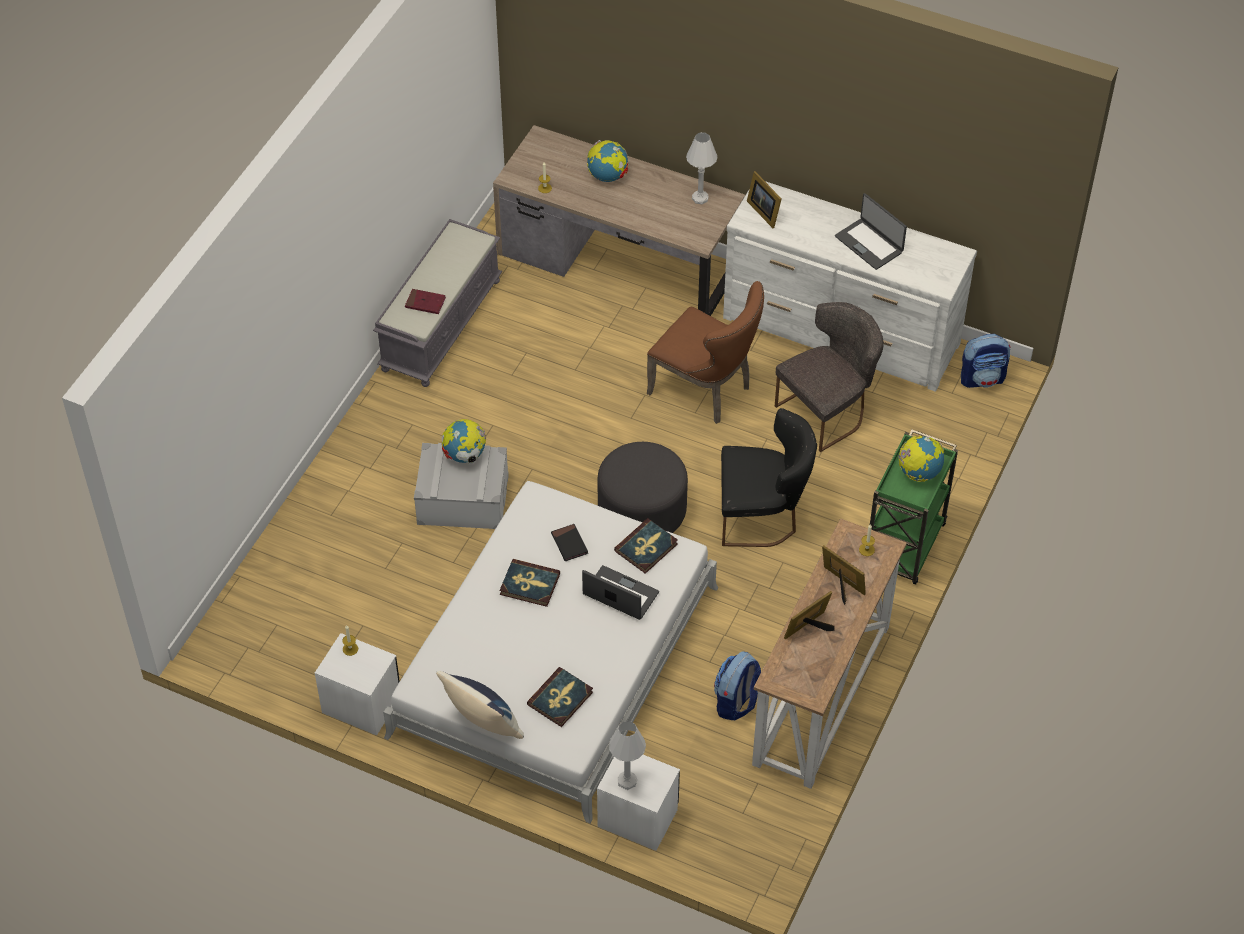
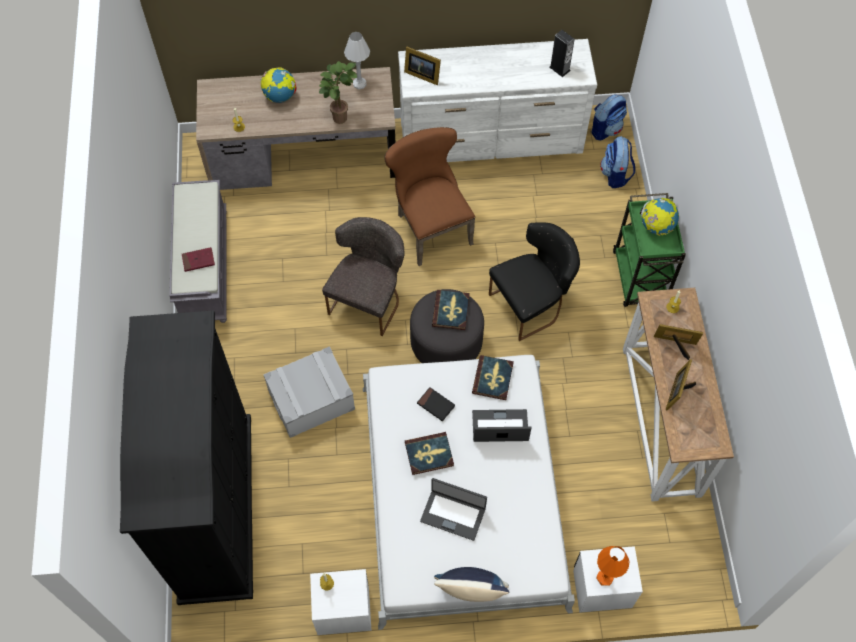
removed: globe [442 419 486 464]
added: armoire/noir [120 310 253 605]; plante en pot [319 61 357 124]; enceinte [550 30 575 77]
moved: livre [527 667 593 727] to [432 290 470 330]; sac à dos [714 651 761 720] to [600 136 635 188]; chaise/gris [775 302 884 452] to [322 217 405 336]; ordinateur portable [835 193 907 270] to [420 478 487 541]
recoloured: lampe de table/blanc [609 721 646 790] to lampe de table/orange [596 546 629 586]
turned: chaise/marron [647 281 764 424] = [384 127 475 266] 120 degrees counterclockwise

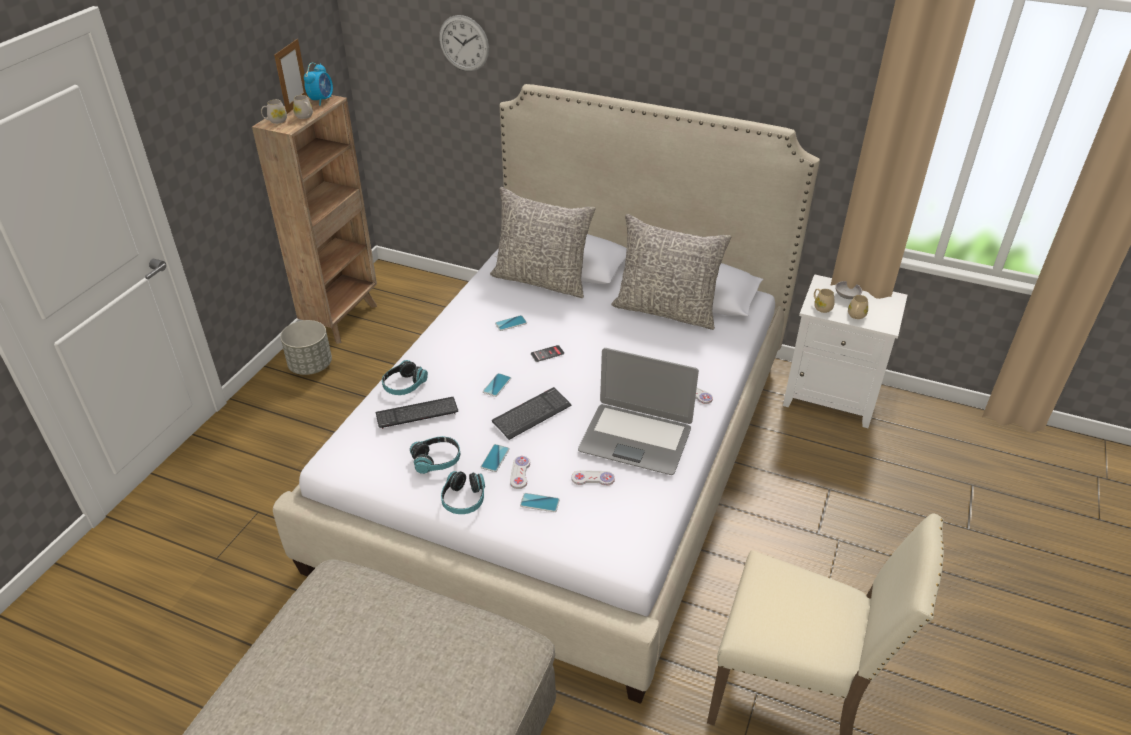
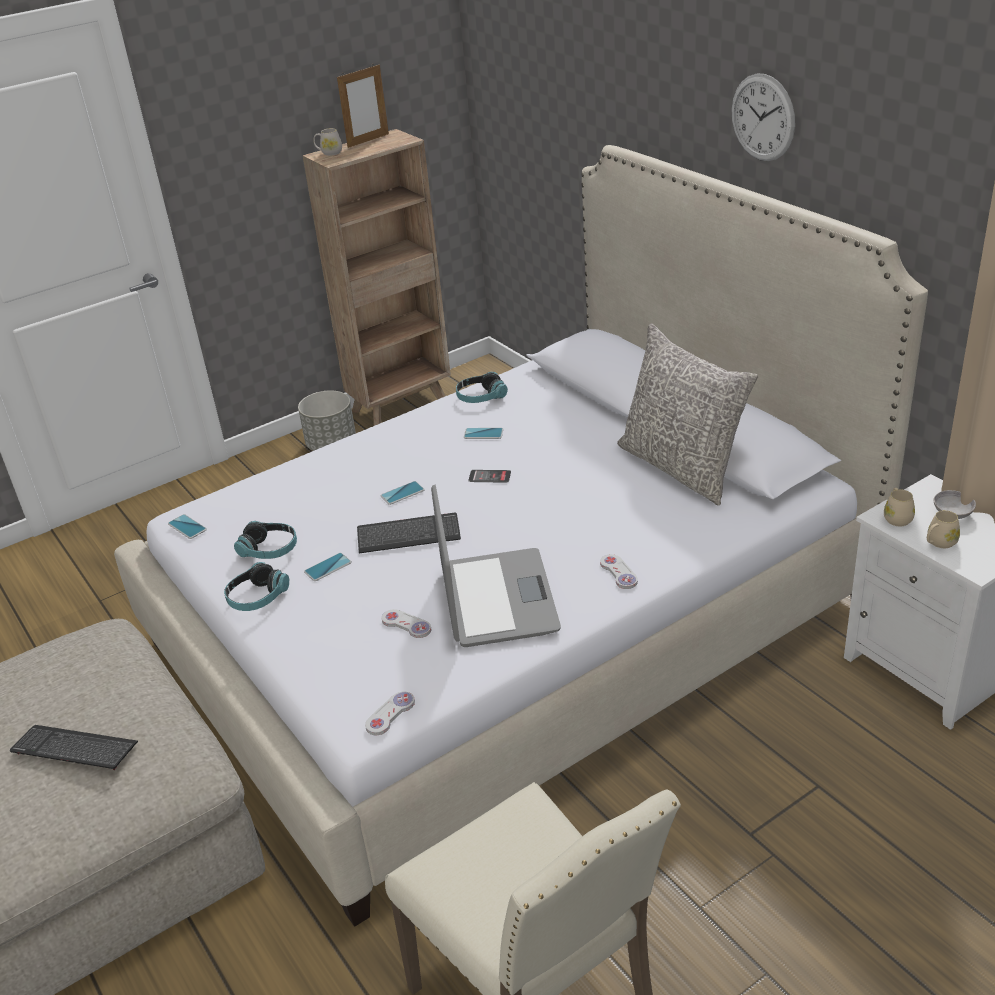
removed: mug/blanc [293 95 313 119]; réveil [304 63 333 106]; coussin/gris [490 187 596 298]
moved: clavier [375 397 458 429] to [10 725 138 770]; casque audio [382 360 428 395] to [456 372 508 403]; horloge murale [439 15 489 71] to [732 73 795 161]; manette/blanc [510 456 530 489] to [365 692 415 735]; téléphone [520 493 560 512] to [168 514 207 539]
turned: ordinateur portable [578 348 699 475] = [431 485 561 647] 150 degrees counterclockwise

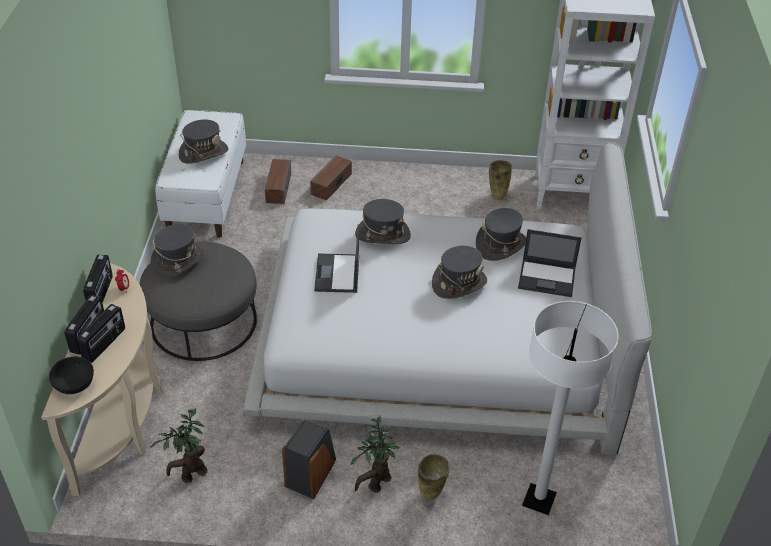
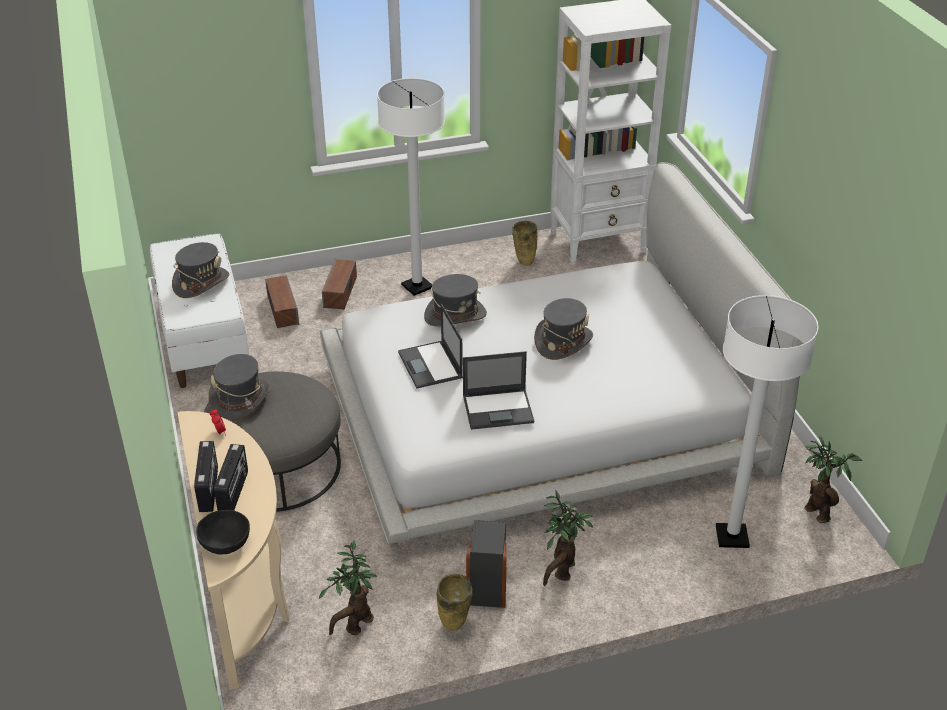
removed: radio [83 254 113 303]; chapeau/gris [476 208 526 261]
added: lampadaire/blanc [377 78 445 296]; plante en pot [805 436 862 523]
moved: vase/beige [417 454 449 500] to [436 574 473 631]; ordinateur portable [518 229 581 297] to [463 351 535 430]

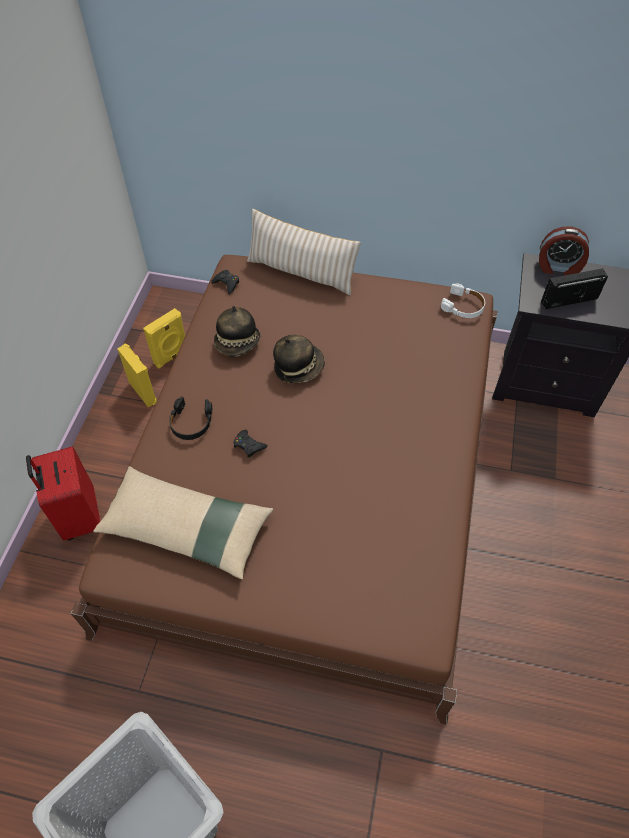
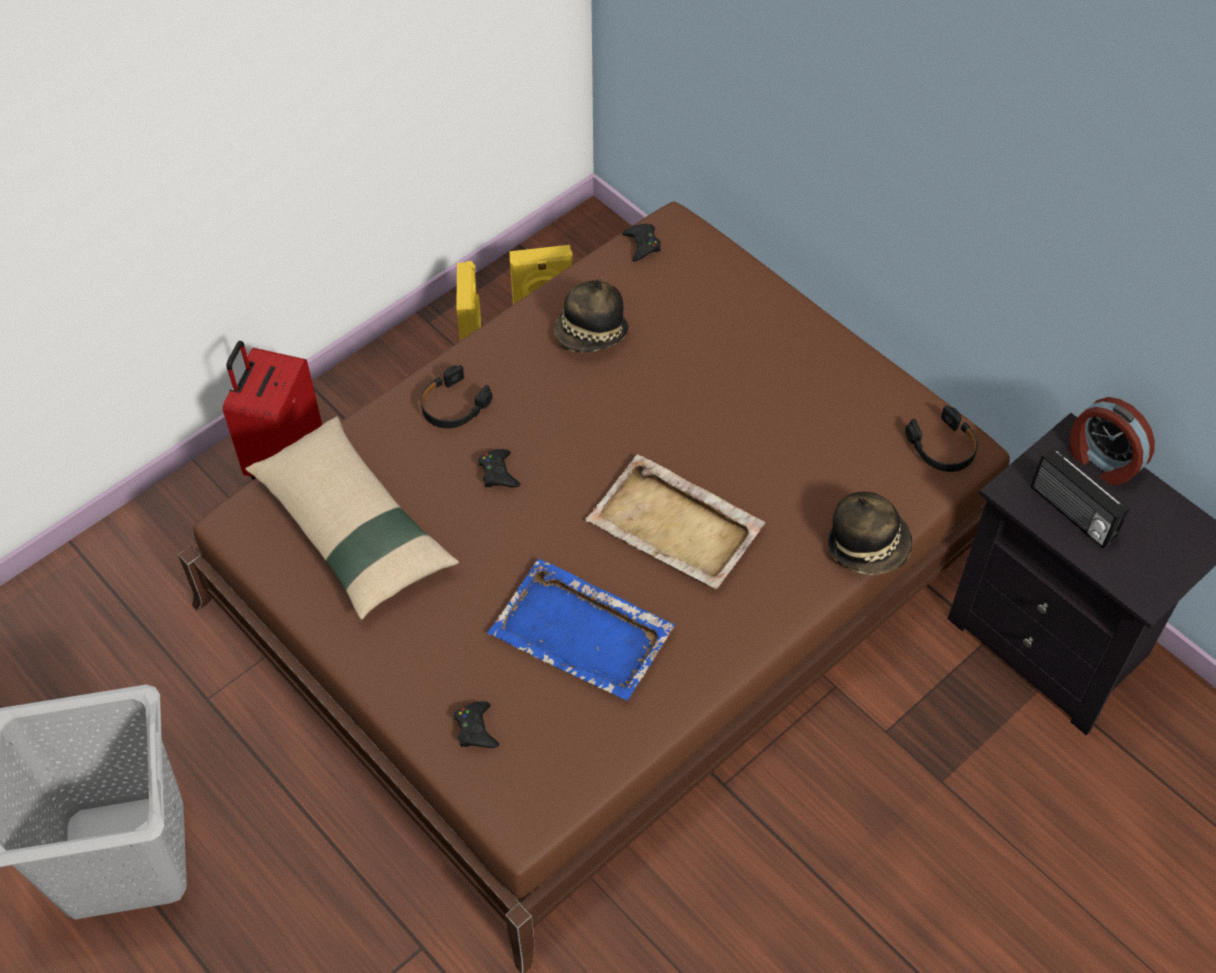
removed: coussin/beige [247 209 361 295]
added: manette/noir [454 701 499 748]; plateau/bleu [487 559 675 701]; plateau/beige [585 454 765 589]
moved: chapeau [273 335 325 383] to [828 492 912 575]
recoloured: casque audio/blanc [441 283 485 318] to casque audio/noir [905 405 978 472]
turned: radio [541 268 608 309] = [1031 447 1129 549] 150 degrees counterclockwise

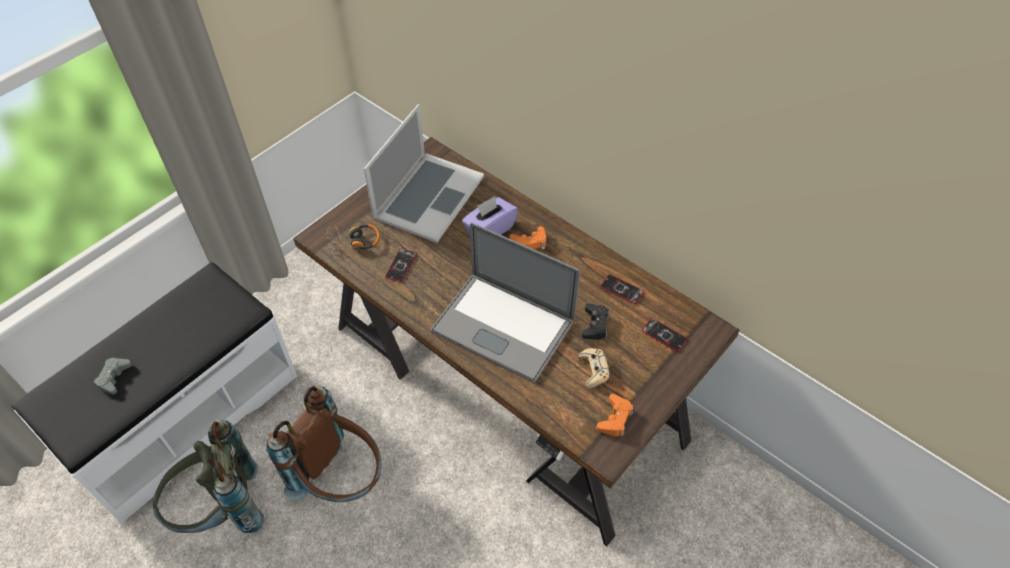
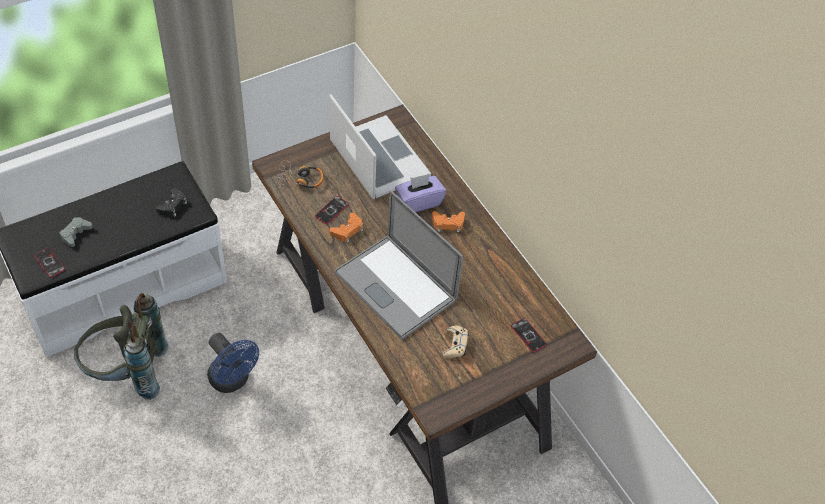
moved: manette/noir [582 303 609 340] to [156 188 187 217]; manette/orange [596 394 634 436] to [330 212 363 243]; téléphone [600 274 644 304] to [34 248 65 277]
replaced: sac à dos/marron [266 385 381 502] to ventilateur/bleu [207 333 259 393]
turned: ordinateur portable [364 104 484 243] = [329 94 431 199] 75 degrees counterclockwise

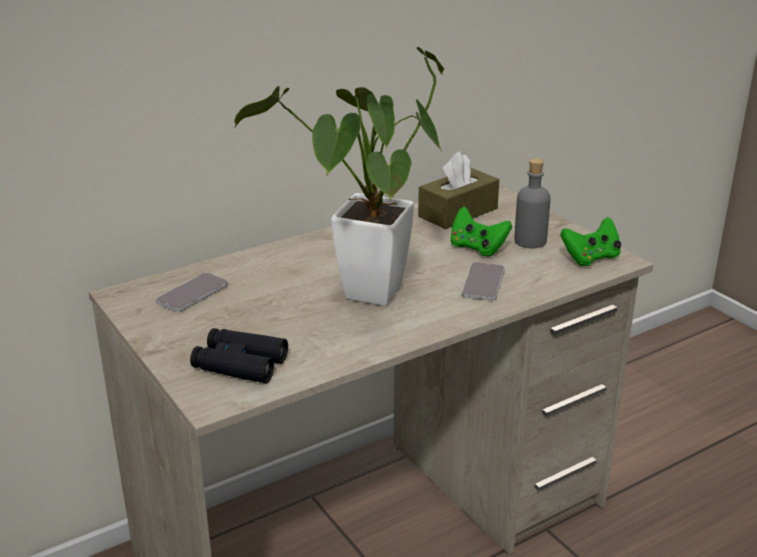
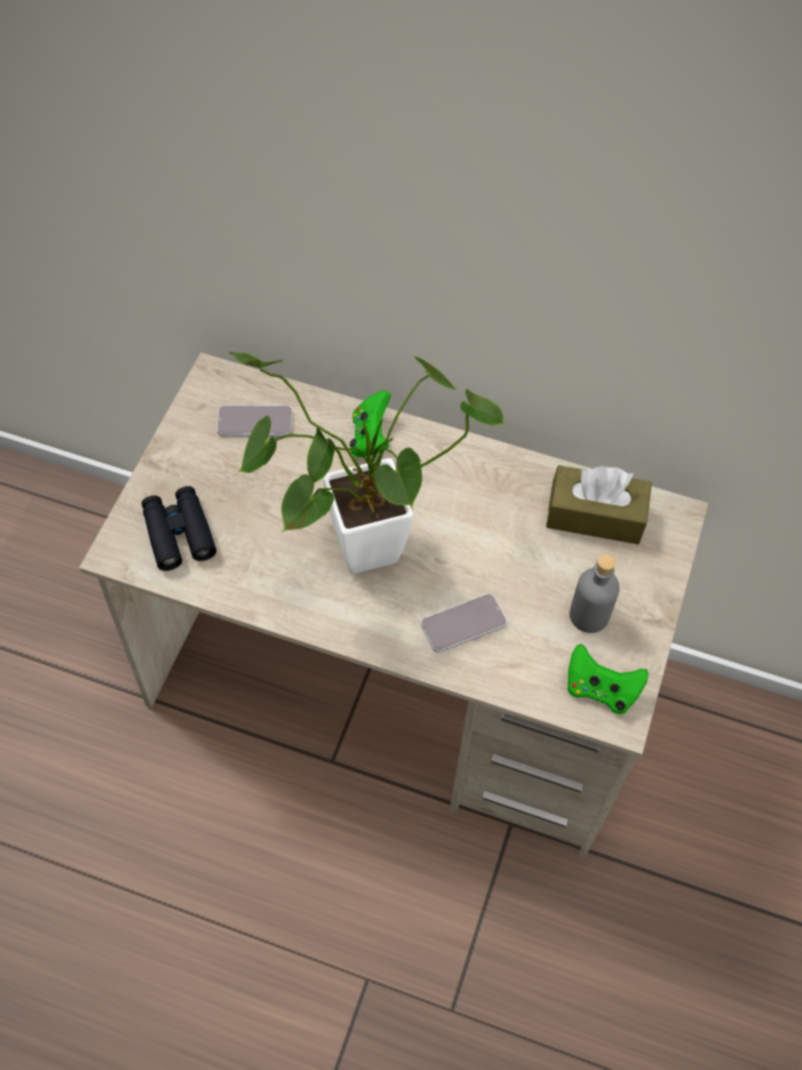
moved: manette/vert [450 207 512 257] to [350 390 391 457]

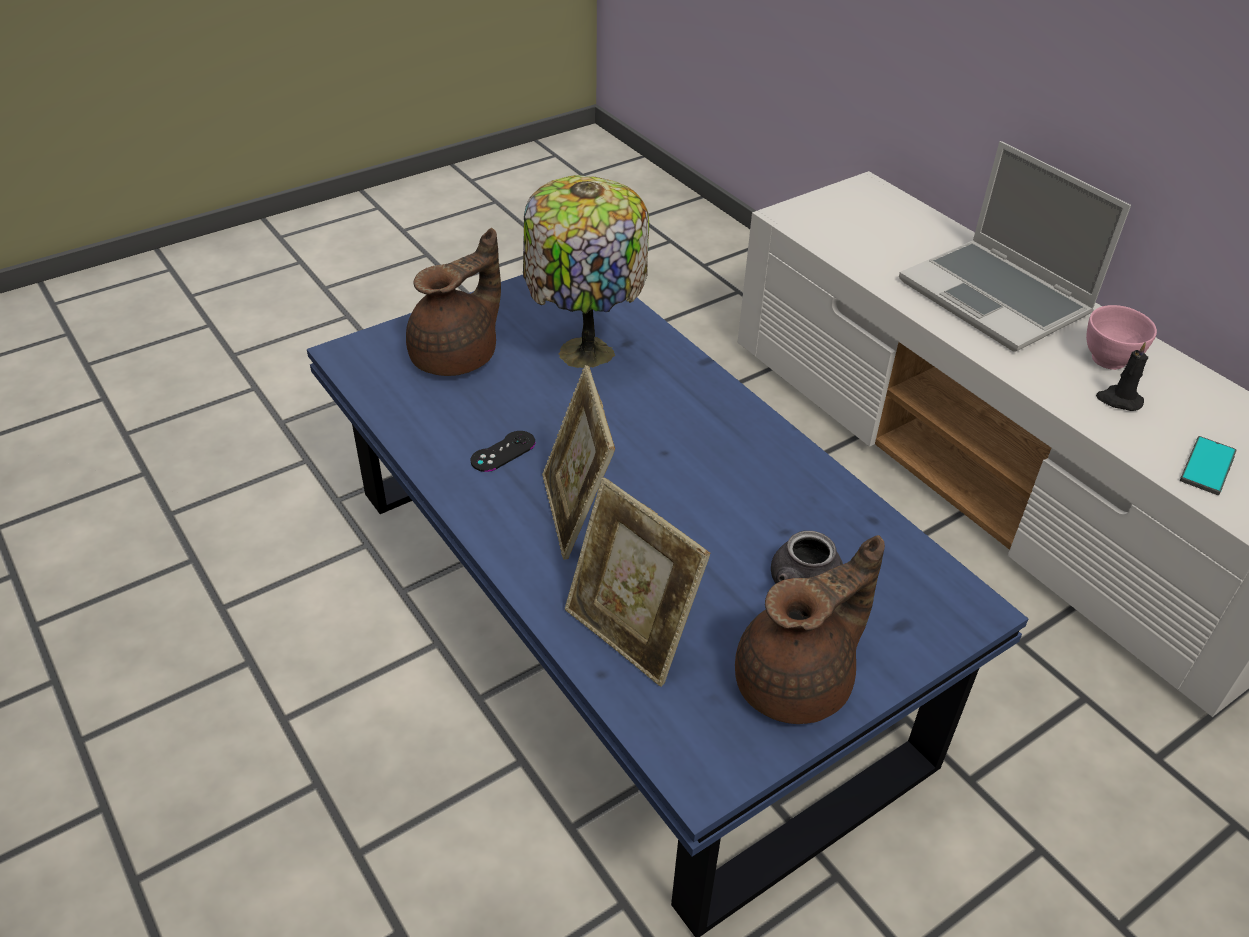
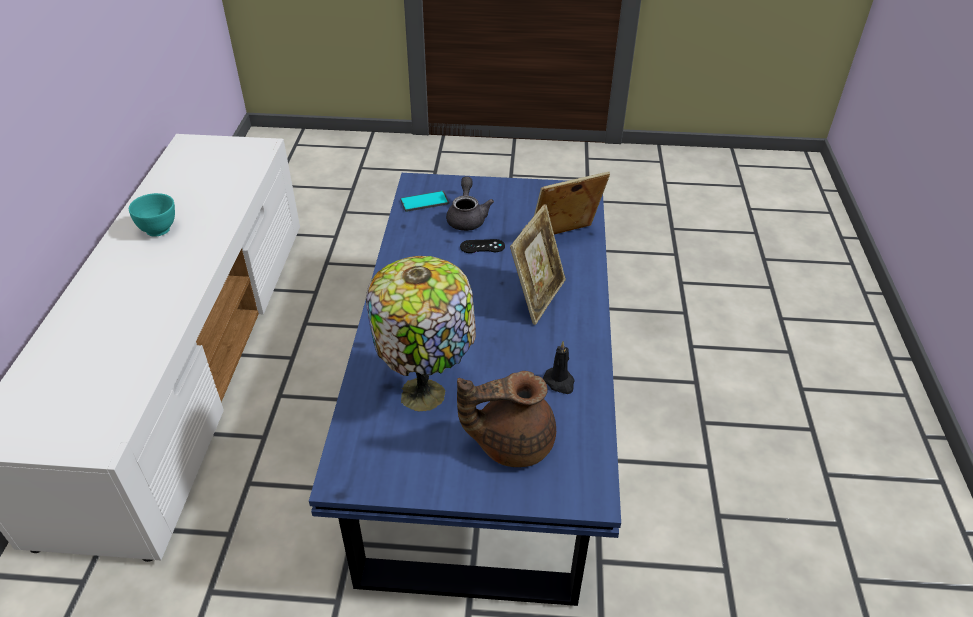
removed: théière/marron [735 535 885 724]; ordinateur portable [899 141 1131 352]
moved: manette/noir [471 431 536 472] to [460 239 505 253]; bougie/noir [1096 342 1148 411] to [543 341 575 394]; téléphone [1180 436 1237 495] to [400 191 449 212]
recoloured: bol/rose [1086 305 1157 370] to bol/turquoise [129 193 175 237]
turned: cadre photo [565 477 710 687] = [534 172 610 234] 105 degrees counterclockwise

